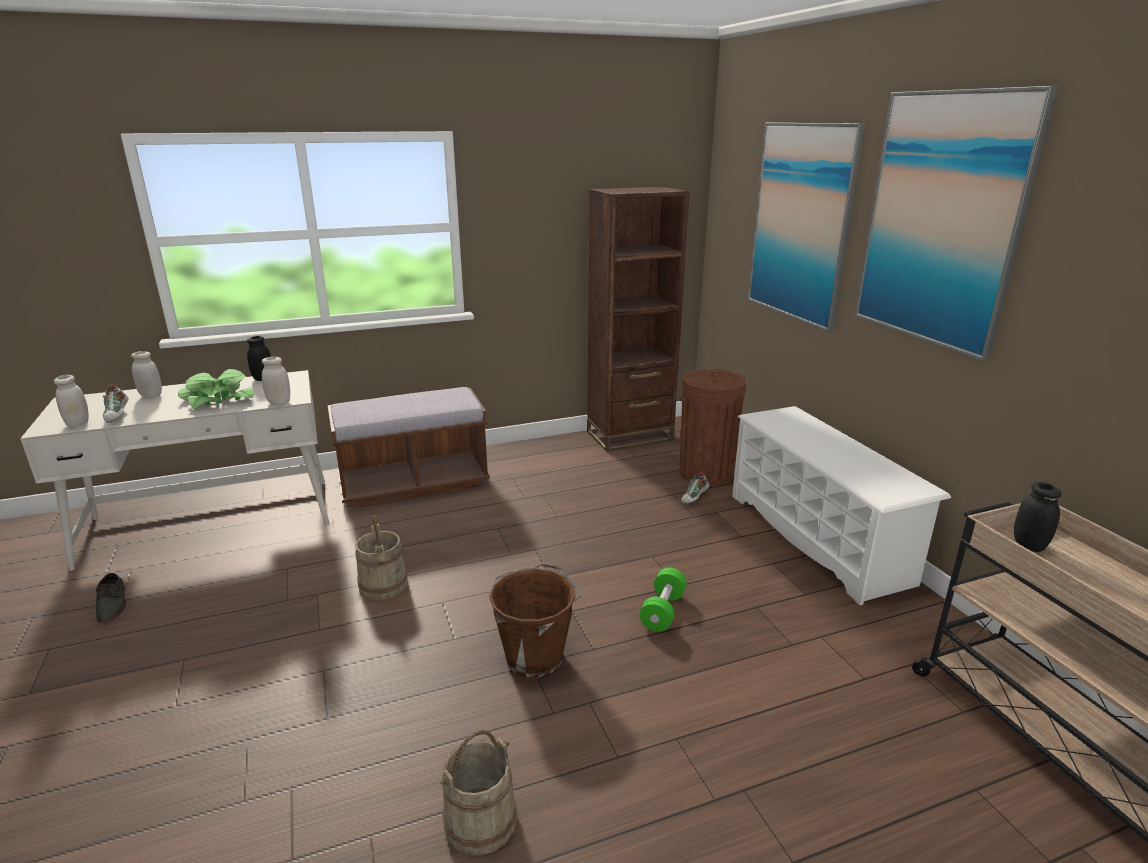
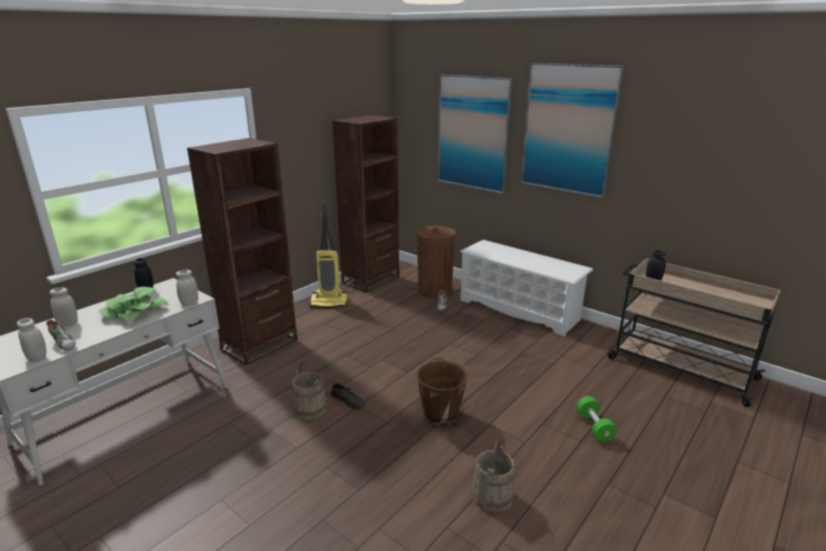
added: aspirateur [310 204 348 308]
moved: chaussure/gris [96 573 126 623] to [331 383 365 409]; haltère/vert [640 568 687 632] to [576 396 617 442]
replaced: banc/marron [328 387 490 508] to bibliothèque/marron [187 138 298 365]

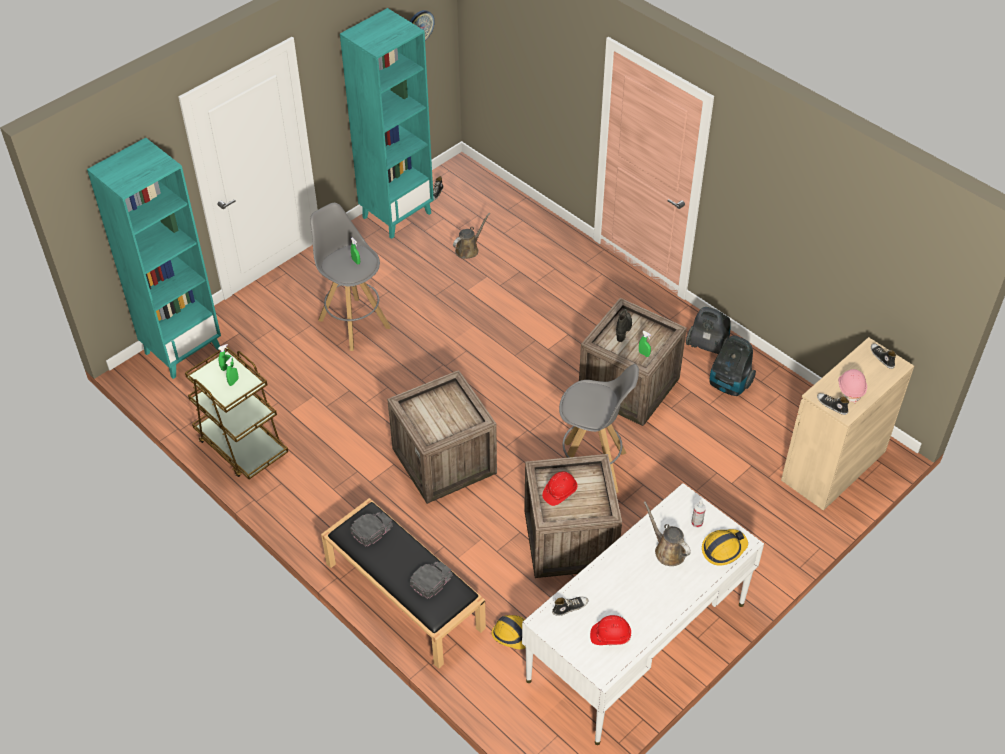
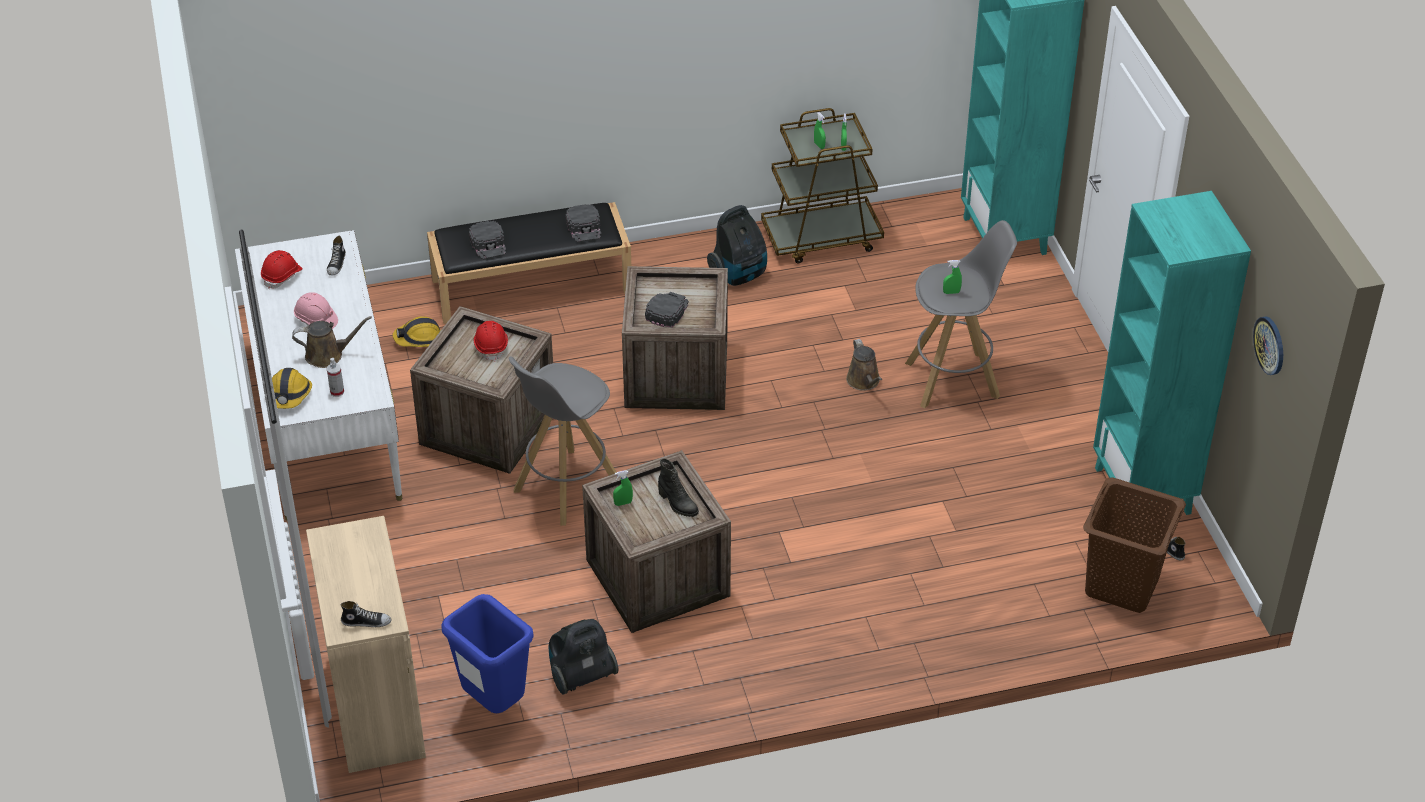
removed: chaussure [817 393 850 415]
added: poubelle/bleu [441 594 534 713]; casquette/noir [645 292 689 327]; panier à linge/marron [1083 478 1186 613]
moved: arrosoir/marron [453 213 490 259] to [846 339 882 391]; aspirateur [686 307 731 354] to [707 205 767 286]; casque de chantier/rose [838 369 867 403] to [294 292 338 329]

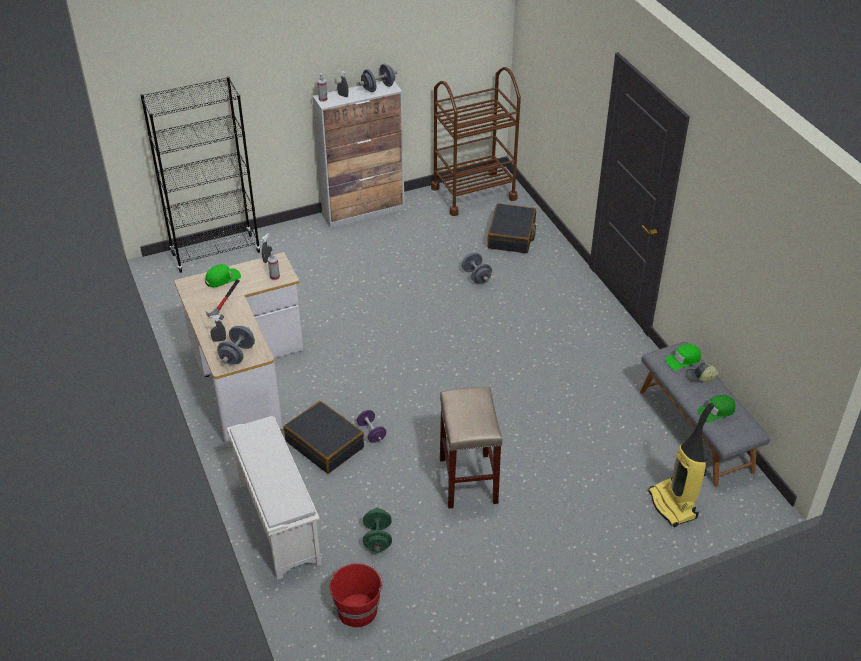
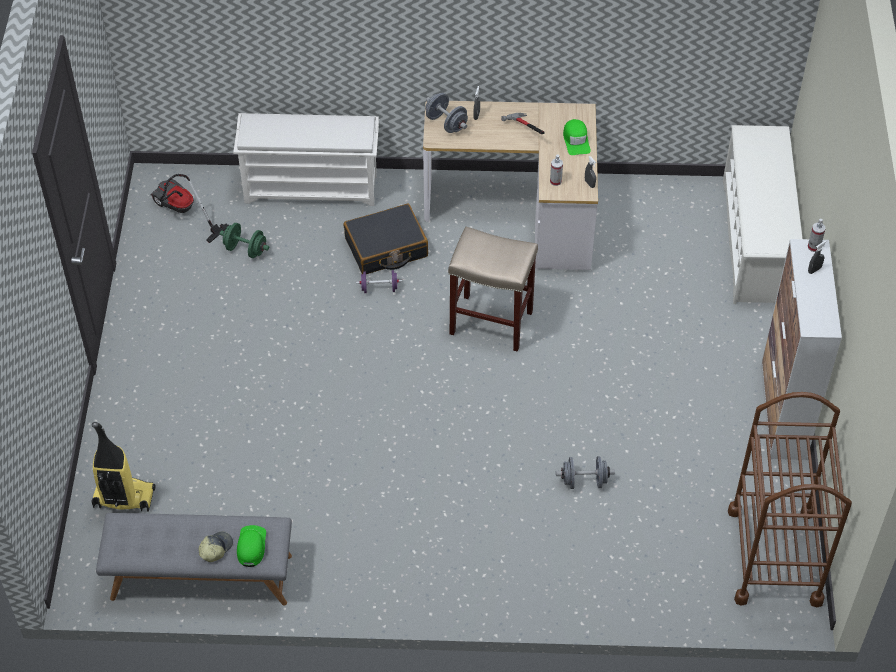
removed: haltère/gris [359 64 397 92]; valise/noir [487 203 536 254]; casquette/vert [697 395 735 423]
moved: tabouret/beige [440 387 503 509] to [448 227 538 352]
replaced: bibliothèque/noir [140 76 261 273] to étagère à chaussures/blanc [723 125 802 304]; seau/rouge [330 562 383 627] to aspirateur [151 174 229 243]

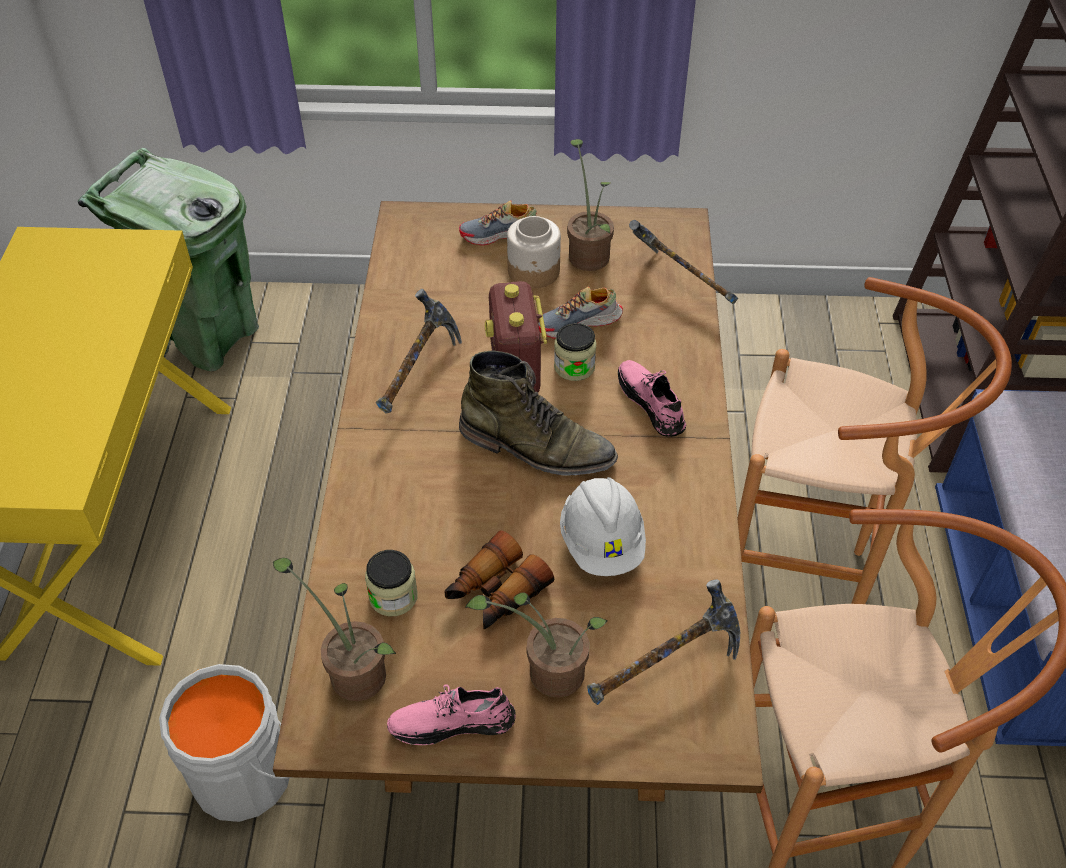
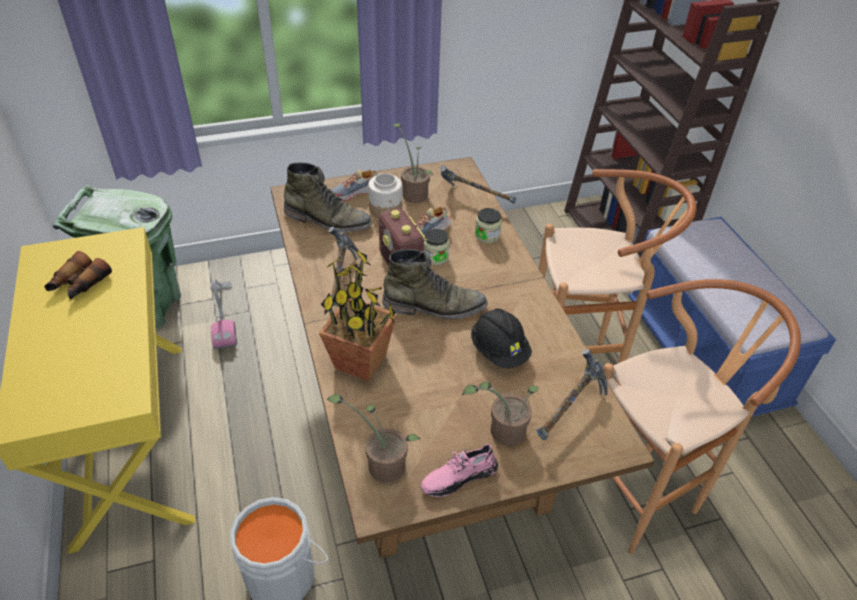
removed: chaussure/rose [618 360 686 437]
added: aspirateur [211 279 237 349]; botte/vert [284 162 372 232]; plante en pot [319 249 397 381]
moved: bocal [365 550 418 616] to [475 208 502 243]; jumelles [444 530 554 629] to [44 251 112 300]
recoloured: casque de chantier/blanc [560 477 646 576] to casque de chantier/noir [471 308 532 368]

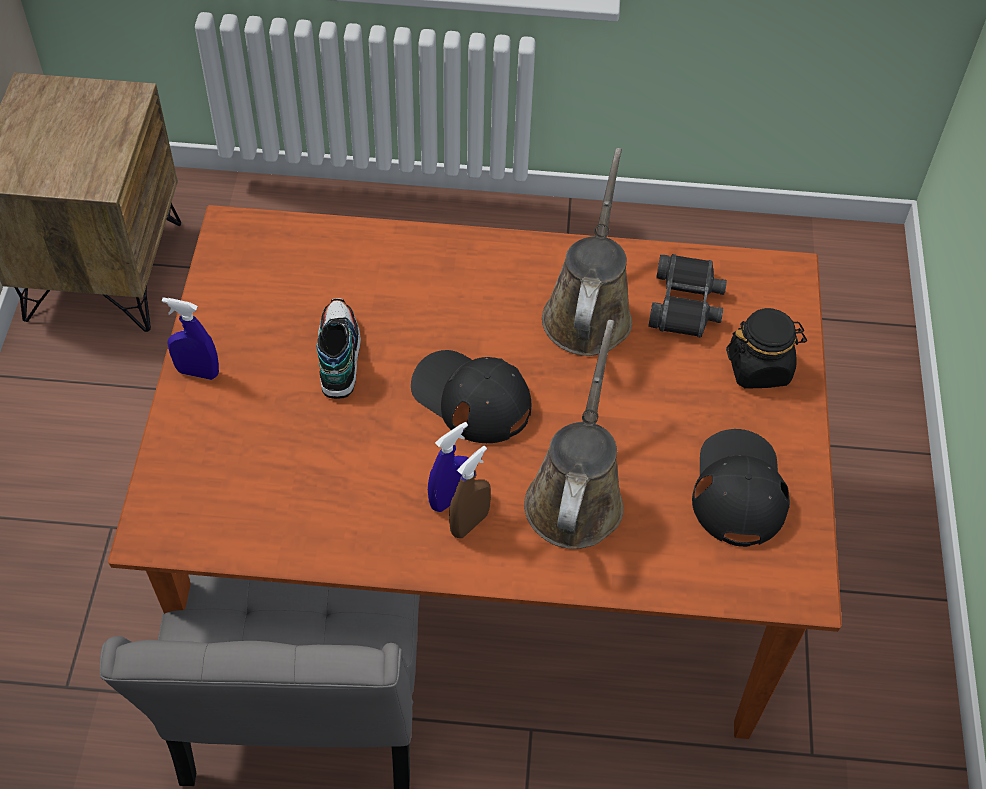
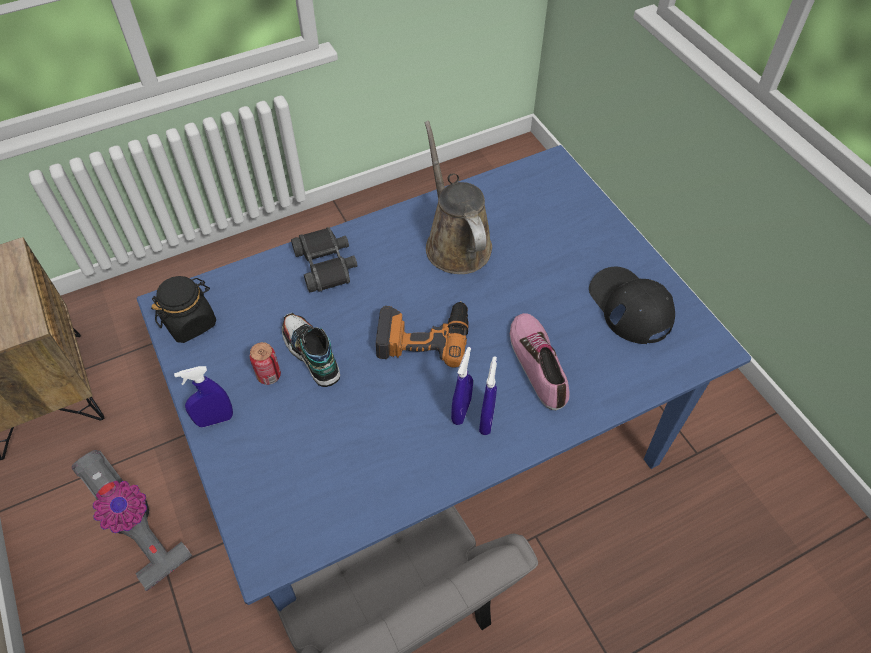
added: aspirateur [72 450 192 591]; boîte métallique [250 342 281 385]
moved: jumelles/noir [648 254 727 337] to [291 227 357 293]; bocal/noir [726 308 807 389] to [151 276 216 343]
replaced: casquette/noir [411 350 531 443] to perceuse [376 301 469 368]; arrosoir/marron [524 320 624 549] to chaussure [510 313 570 410]
recoloured: table à manger/marron [108 205 842 739] to table à manger/bleu [137 145 751 612]; vaporisateur/marron [449 446 491 538] to vaporisateur/bleu [479 356 497 435]

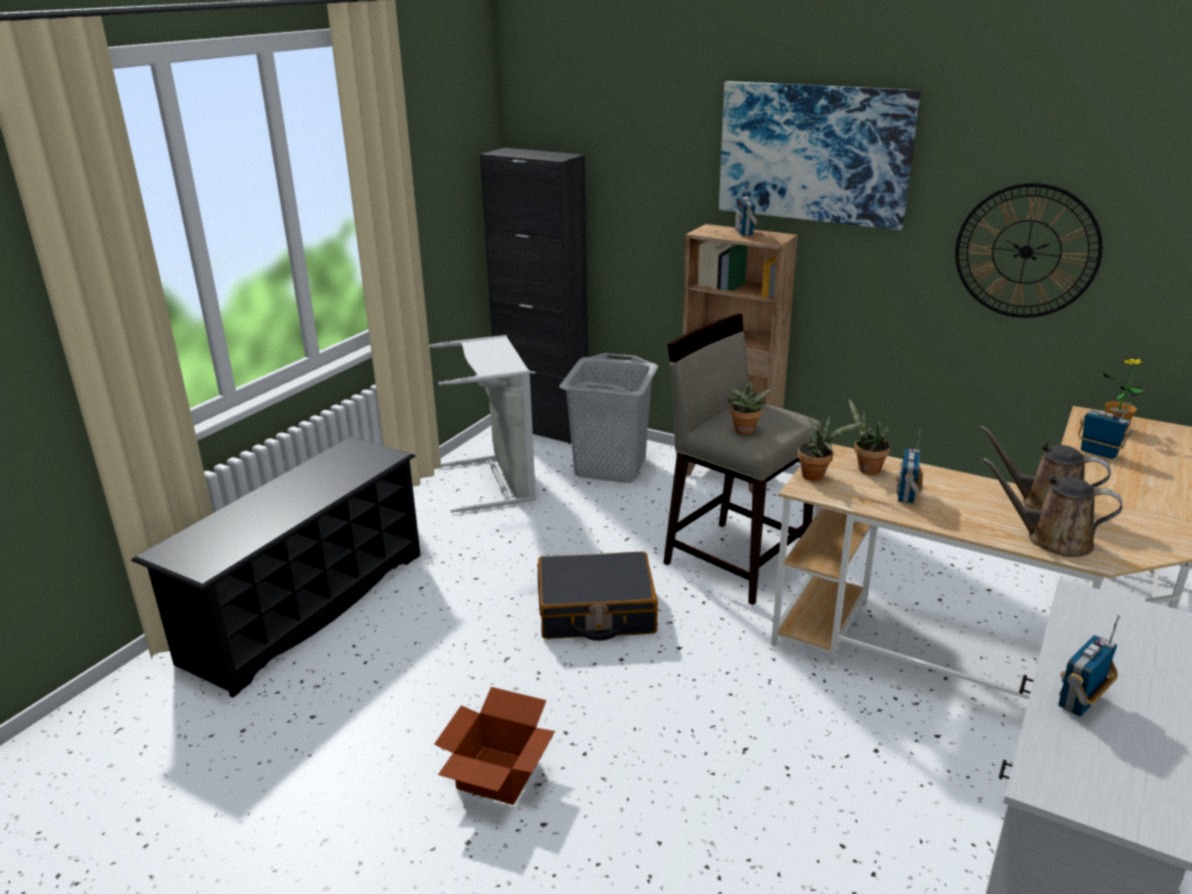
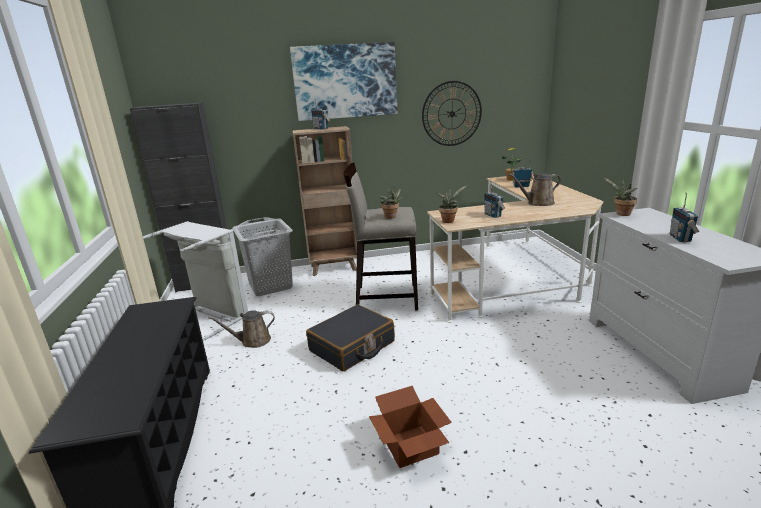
moved: plante en pot [849 399 890 475] to [602 177 638 216]; arrosoir/marron [982 458 1122 557] to [208 310 275 348]

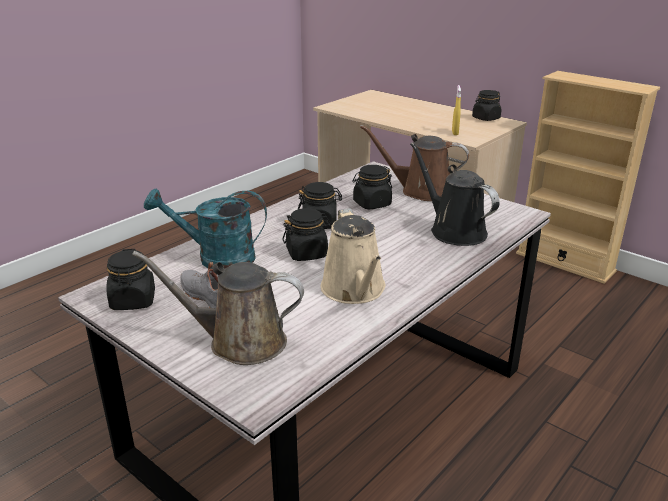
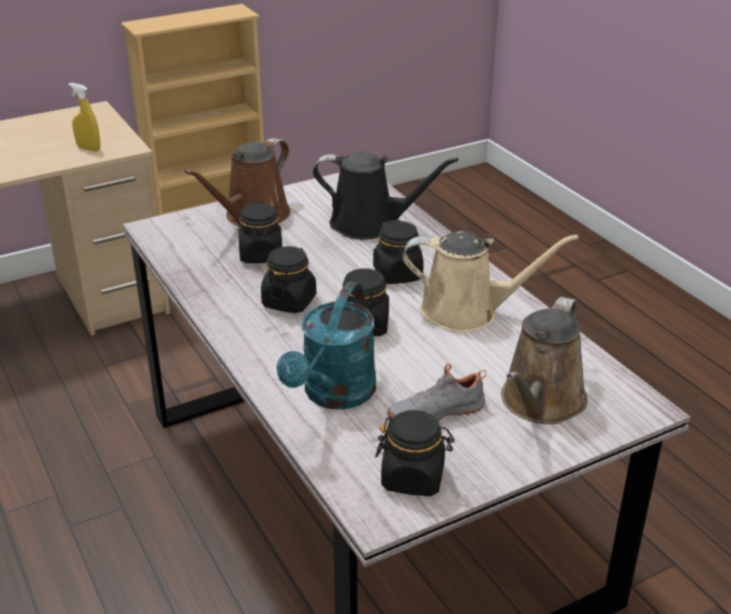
moved: bocal/noir [472 90 501 121] to [373 219 424 284]
turned: arrosoir/noir [410 142 500 246] = [313 152 458 240] 150 degrees counterclockwise

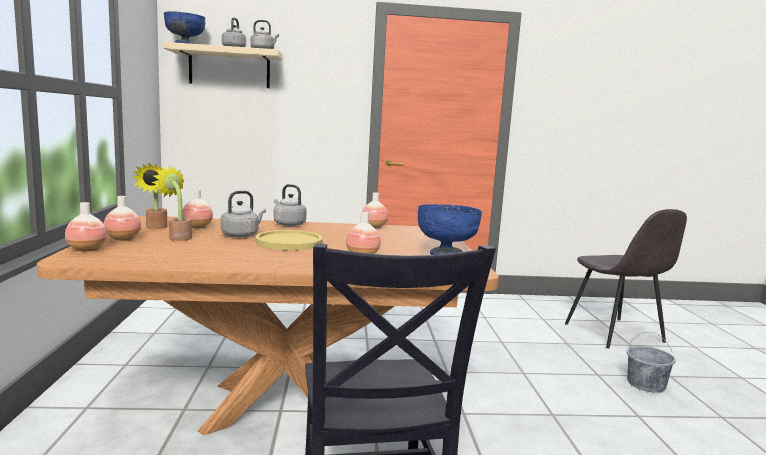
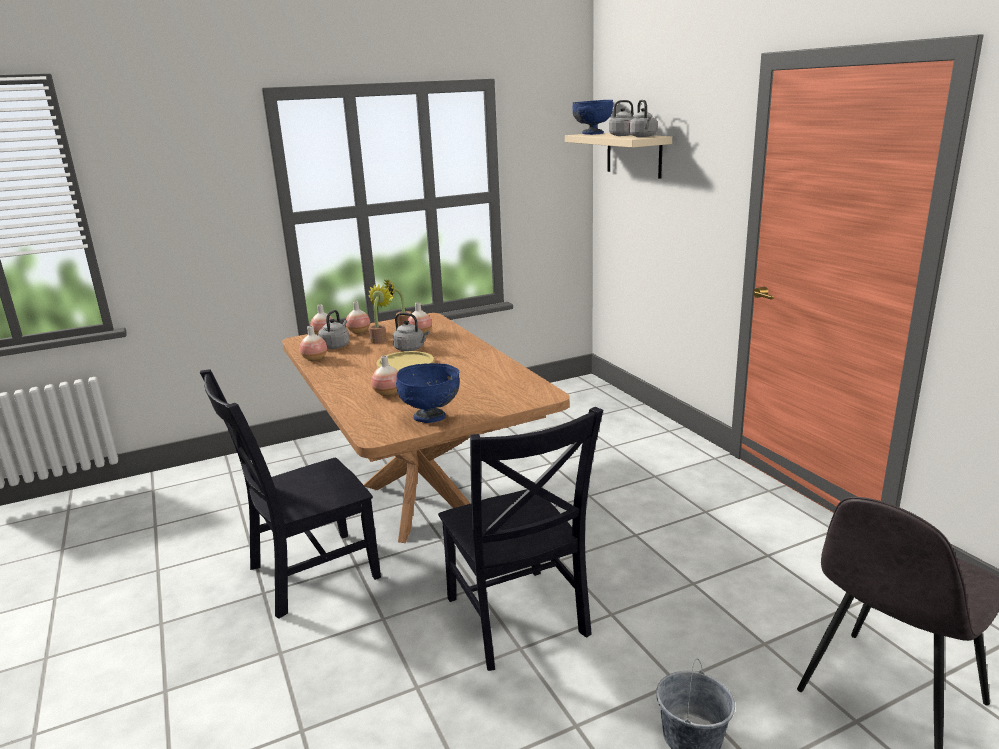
added: chaise/noir [438 407 603 671]
moved: bouilloire/gris [274 184 306 226] to [318 310 349 349]; vase [362 192 388 228] to [300 326 327 361]

